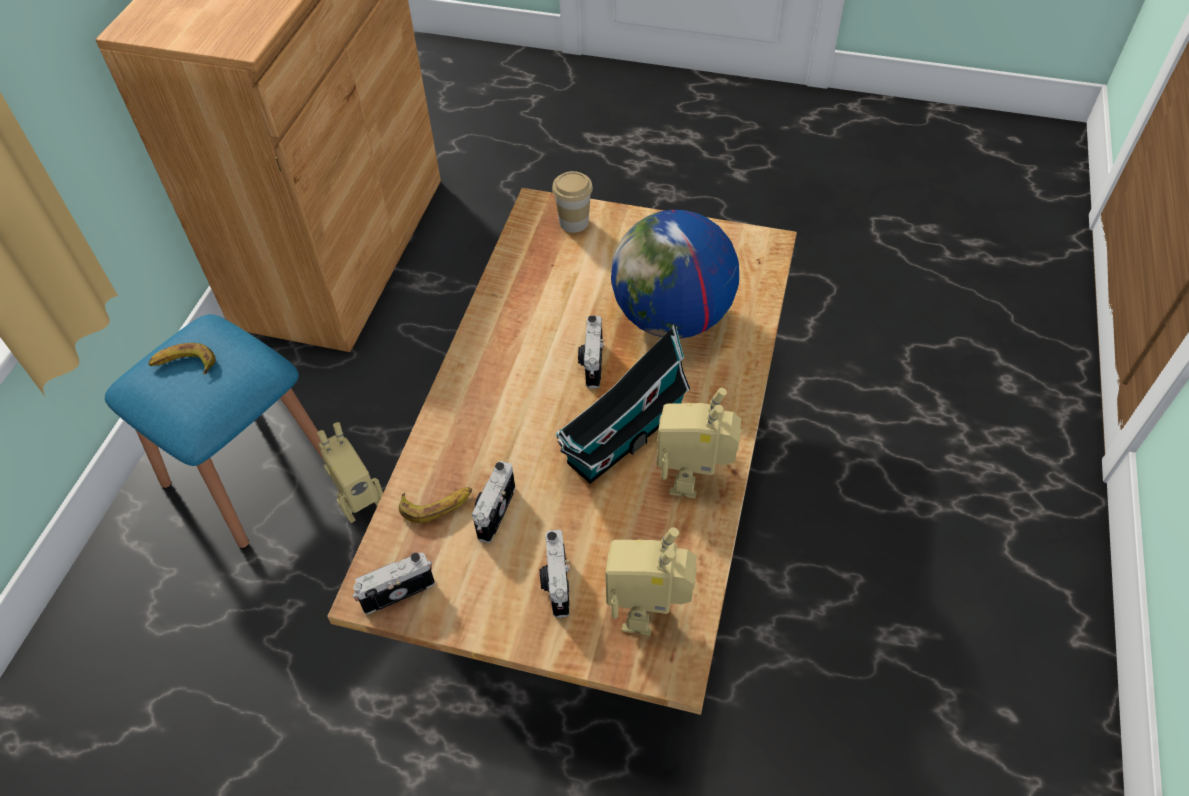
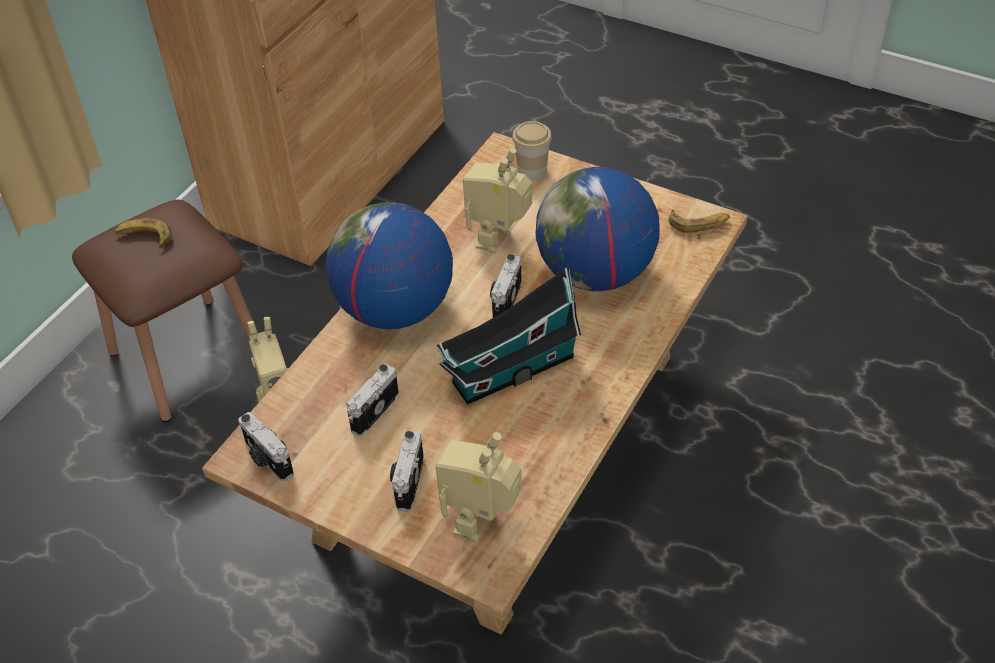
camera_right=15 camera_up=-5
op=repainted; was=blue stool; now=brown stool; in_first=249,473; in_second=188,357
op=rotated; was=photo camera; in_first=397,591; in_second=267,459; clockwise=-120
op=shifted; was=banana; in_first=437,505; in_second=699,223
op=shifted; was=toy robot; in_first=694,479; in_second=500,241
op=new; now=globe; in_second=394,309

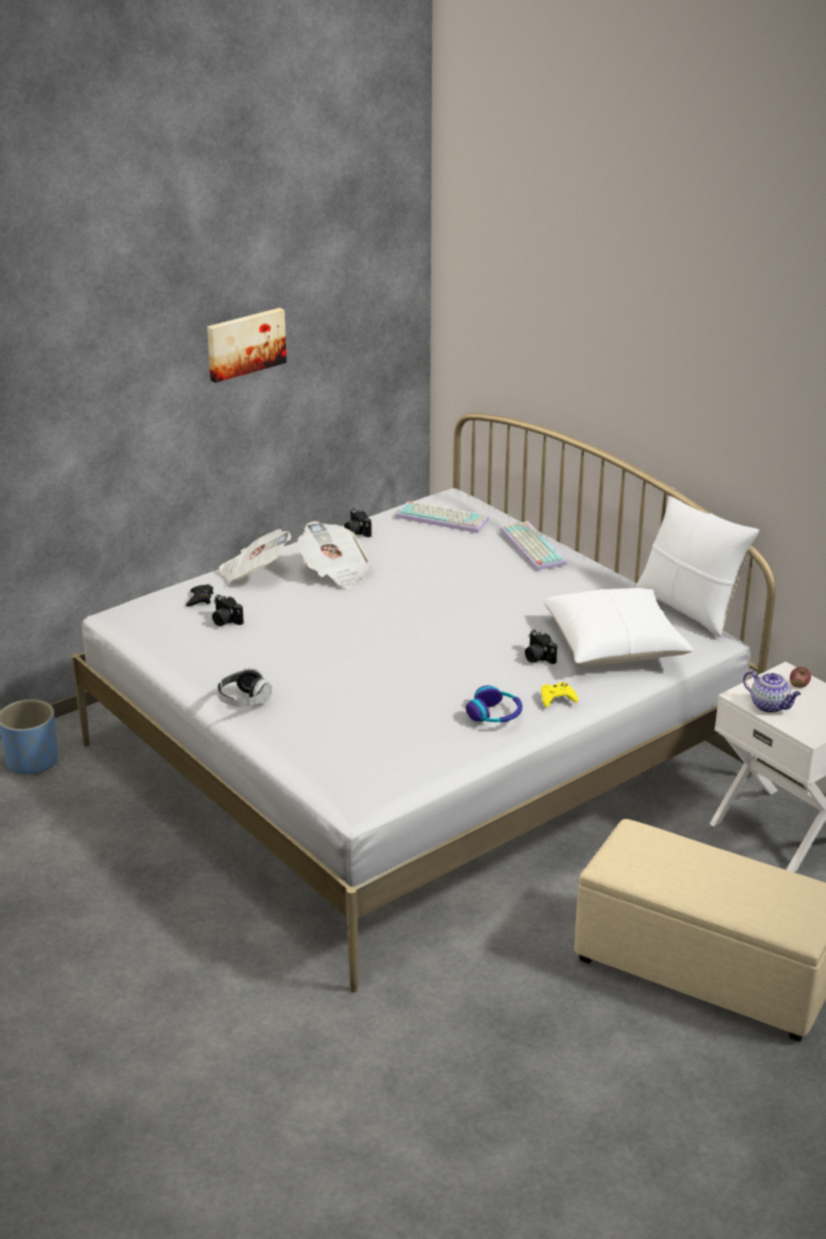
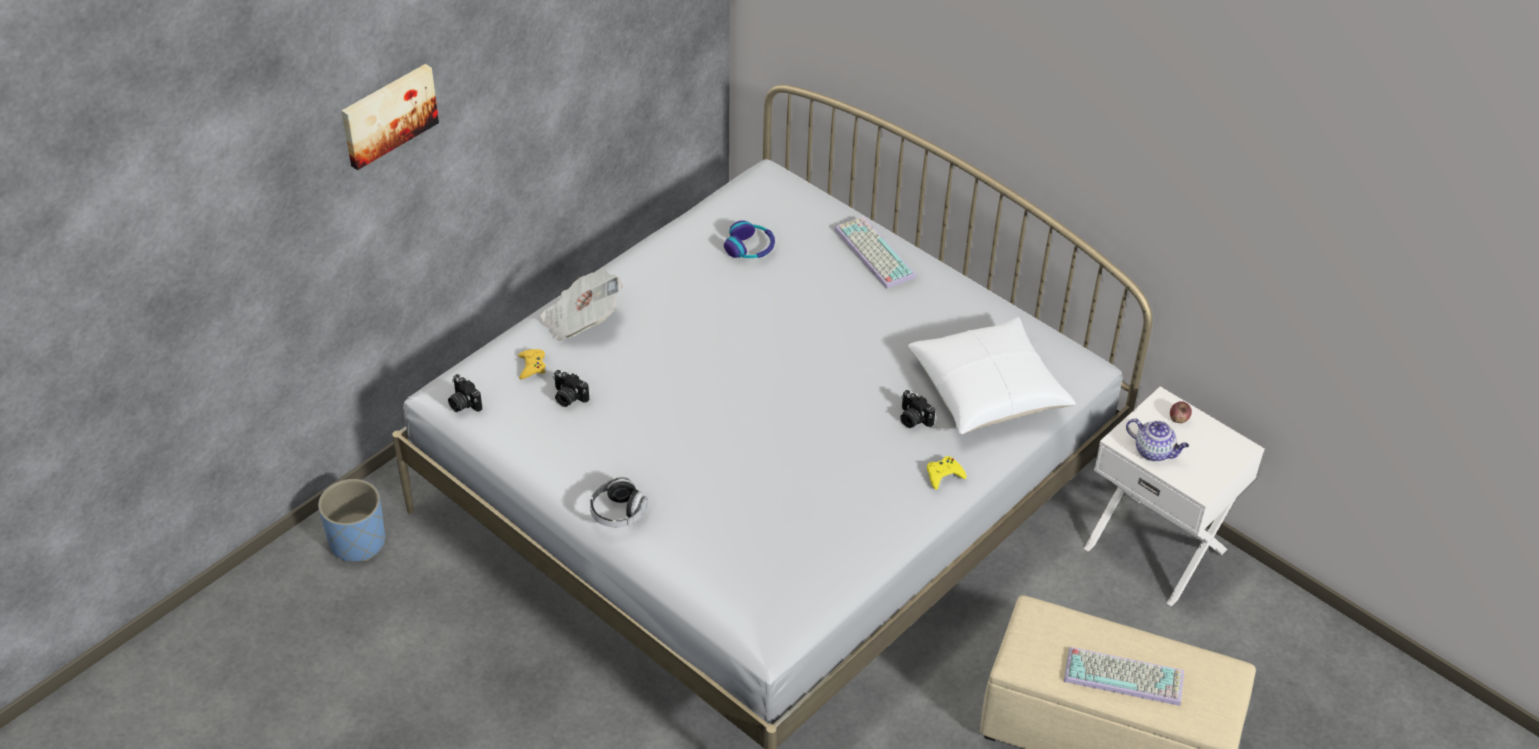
camera_right=-10 camera_up=15
op=repainted; was=black game controller; now=yellow game controller; in_first=200,599; in_second=532,366
op=shifted; was=picture; in_first=245,343; in_second=388,114
op=gone; was=newspaper; in_first=335,572
op=shifted; was=photo camera; in_first=356,532; in_second=463,403
op=shifted; was=keyboard; in_first=443,518; in_second=1125,675
op=shifted; was=headphones; in_first=495,714; in_second=750,248
op=gone; was=white pillow; in_first=689,608

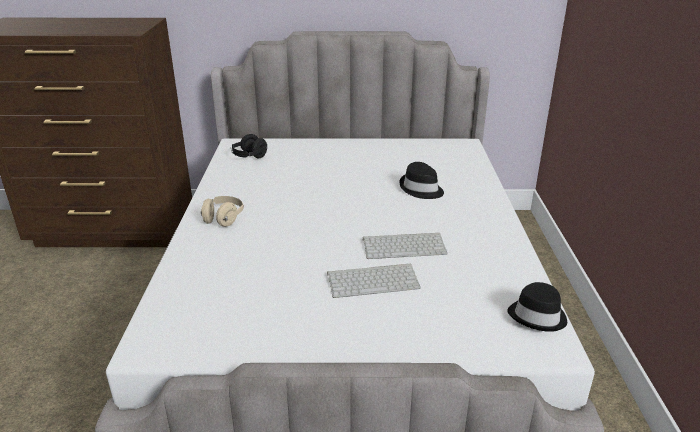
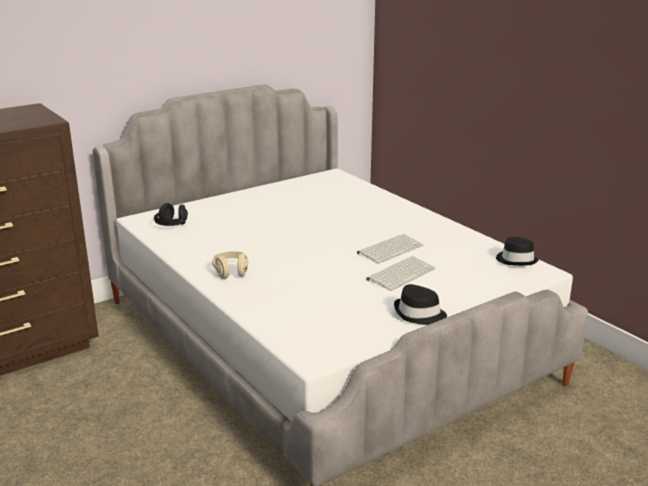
camera_right=-35 camera_up=-5
op=shifted; was=black hat; in_first=421,189; in_second=419,314

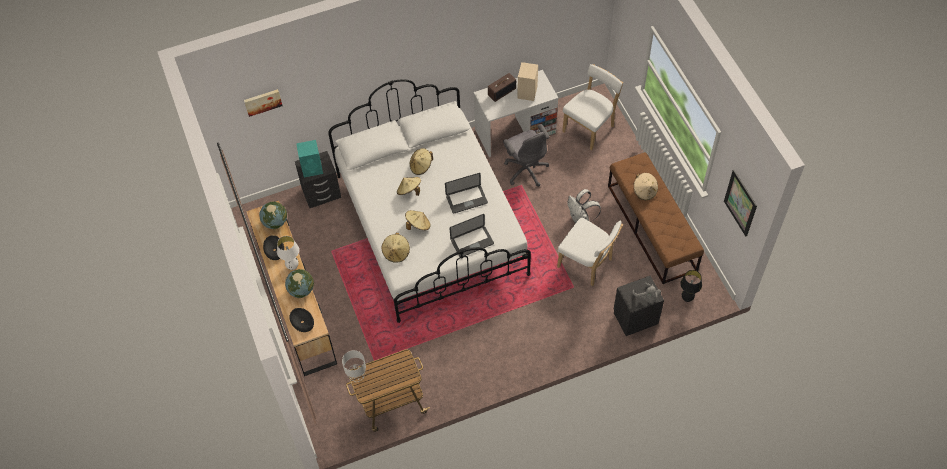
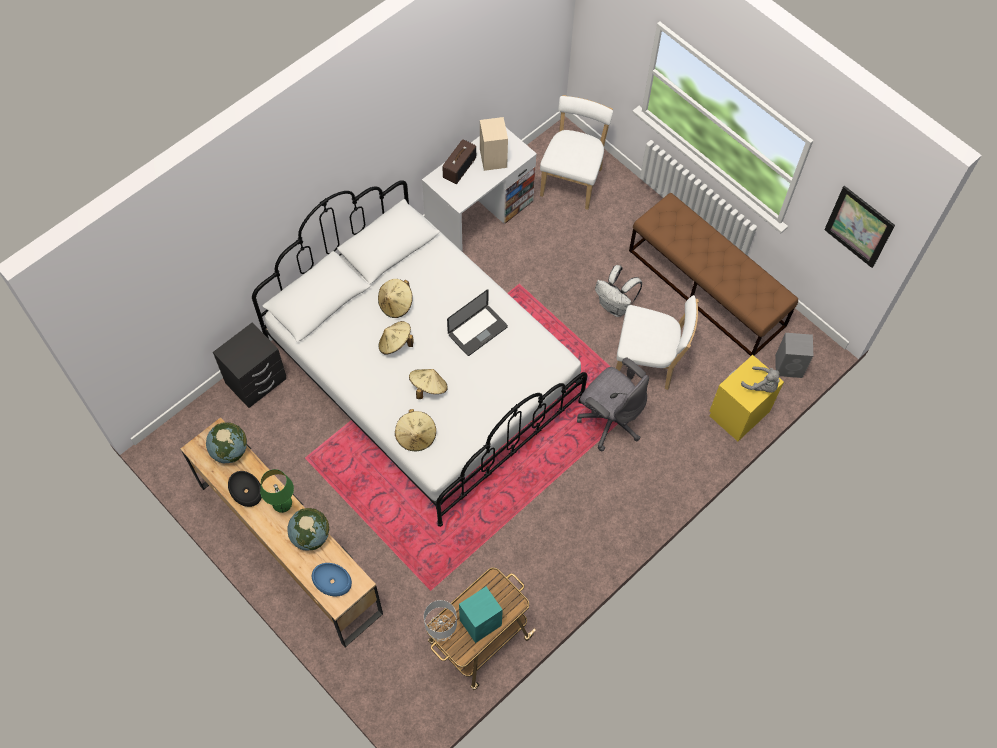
camera_right=-25 camera_up=5
op=gone; was=picture; in_first=262,101
op=repainted; was=white table lamp; now=green table lamp; in_first=292,267; in_second=283,506
op=repainted; was=black bowl; now=blue bowl; in_first=302,322; in_second=332,581
op=shifted; was=turquoise speaker; in_first=312,168; in_second=481,622
op=gone; was=laptop; in_first=472,242
op=shifted; was=grey office chair; in_first=526,169; in_second=610,421
op=repainted; was=black nightstand; now=yellow nightstand; in_first=635,318; in_second=739,413
op=gone; was=beige hat; in_first=644,191
op=swapped; was=black table lamp; now=grey speaker; in_first=687,298; in_second=789,366

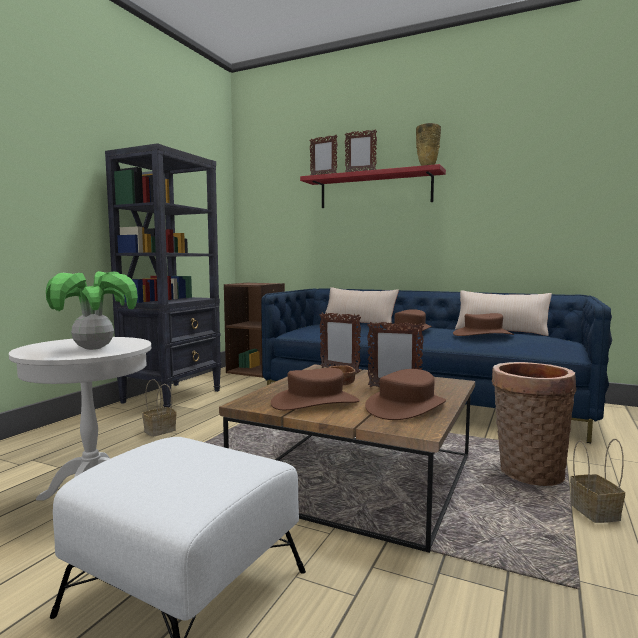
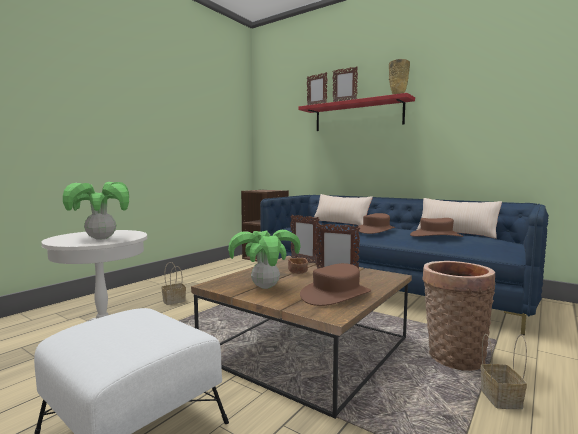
camera_right=10 camera_up=0
op=gone; was=black bookcase; in_first=173,396
op=swapped; was=brown hat; now=potted plant; in_first=315,402; in_second=265,287

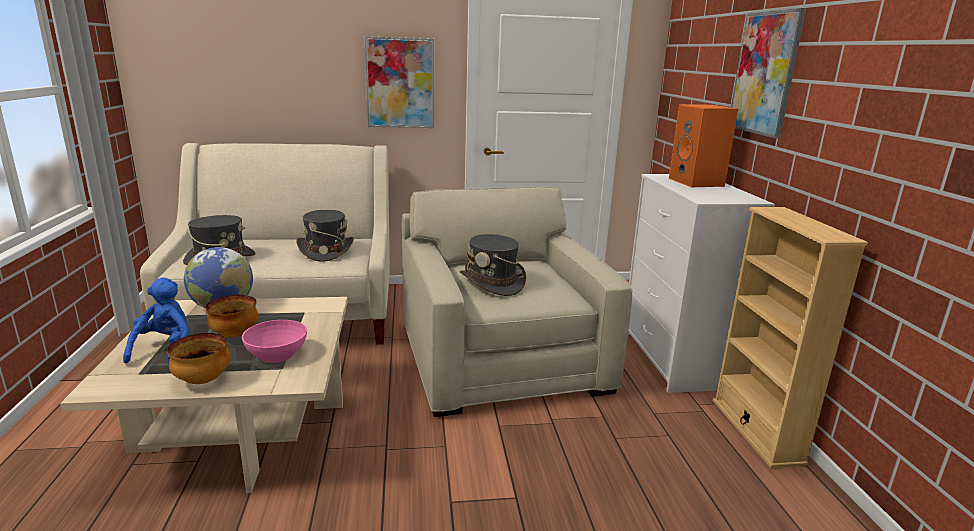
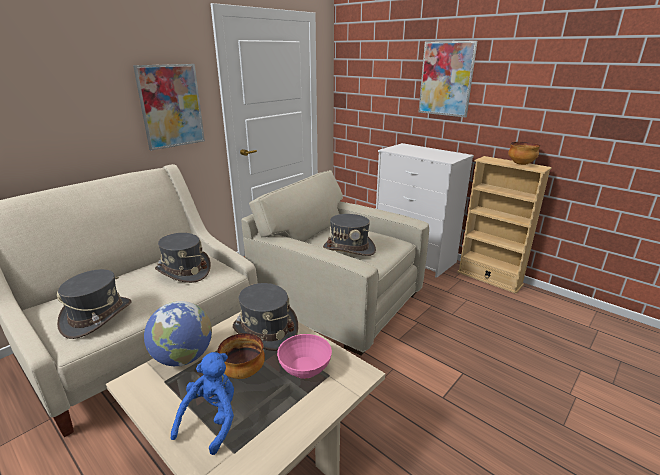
camera_right=-40 camera_up=5
op=rotated; was=blue plush toy; in_first=165,349; in_second=212,419; clockwise=60
op=shifted; was=bowl; in_first=202,380; in_second=521,164
op=gone; was=orange speaker; in_first=697,182
op=new; now=grey hat; in_second=265,330

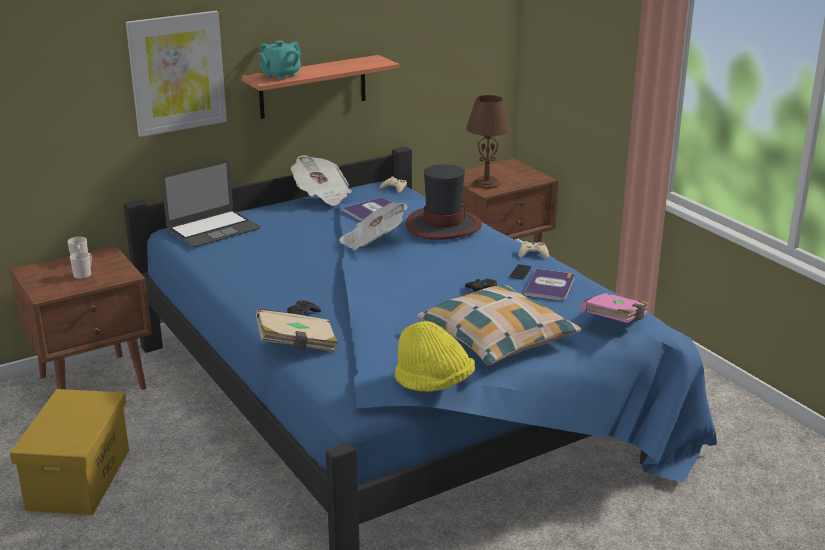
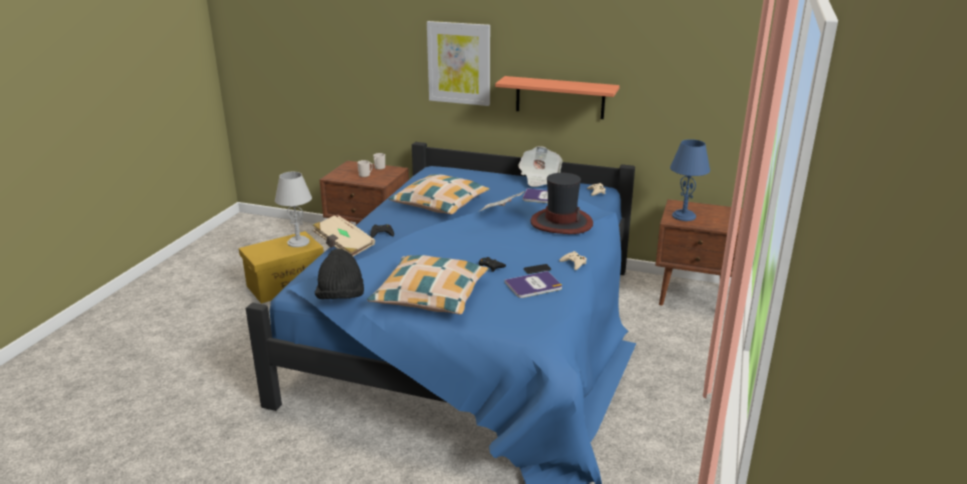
camera_right=50 camera_up=0
op=gone; was=laptop; in_first=213,229
op=gone; was=turquoise teapot; in_first=280,75
op=repainted; was=yellow hat; now=black hat; in_first=433,384; in_second=341,298
op=repainted; was=brown table lamp; now=blue table lamp; in_first=486,183; in_second=683,216
op=gone; was=pink book; in_first=616,322
op=new; now=grey table lamp; in_second=298,242
op=new; now=pillow; in_second=440,203

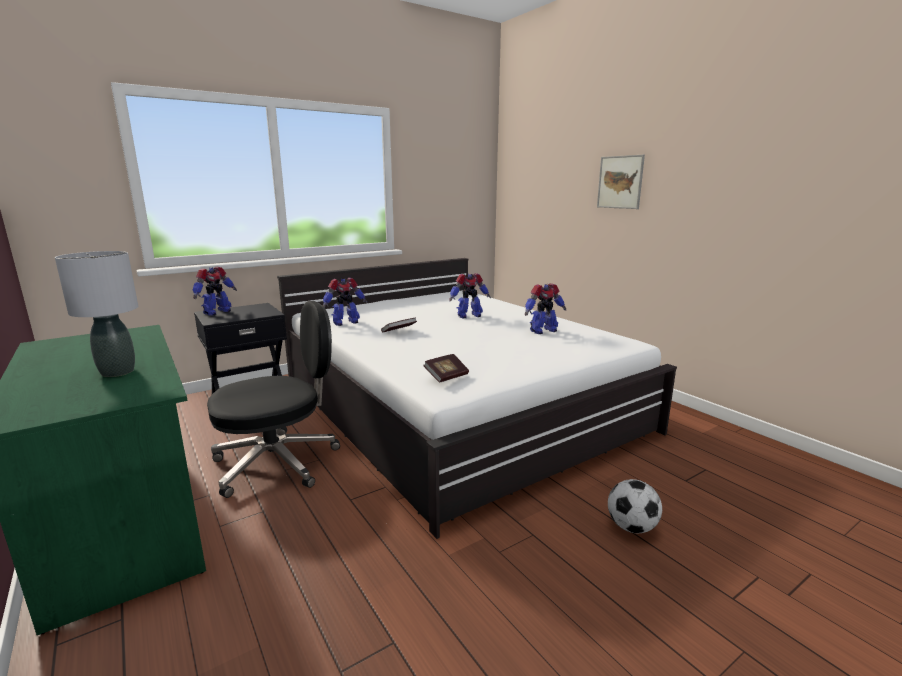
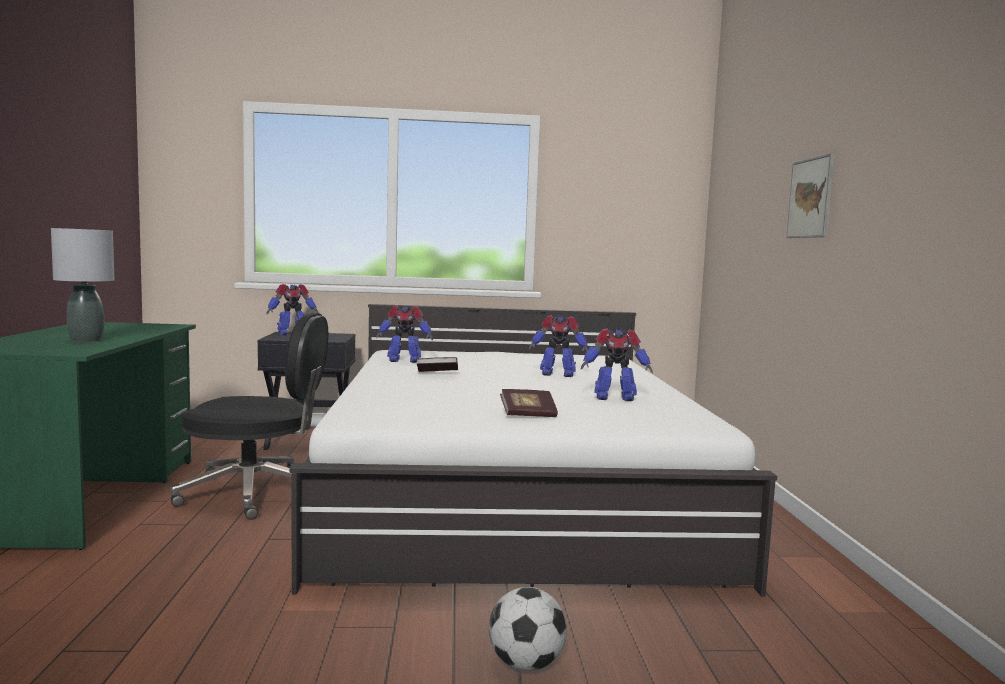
camera_right=30 camera_up=-10
op=shifted; was=book; in_first=446,376; in_second=528,415

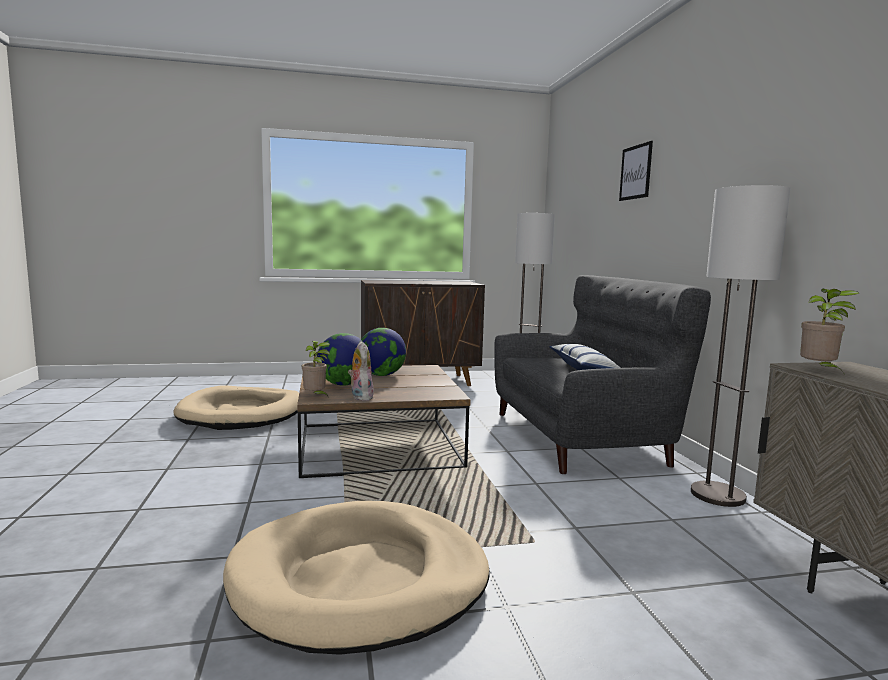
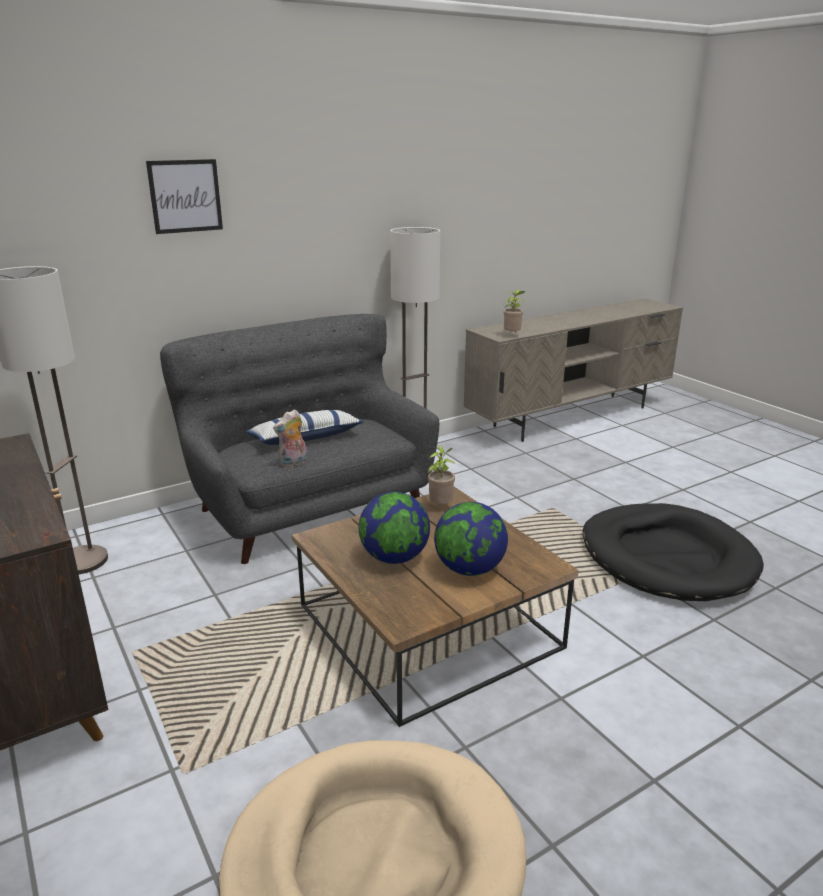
camera_right=-110 camera_up=15
op=repainted; was=beige dog bed; now=black dog bed; in_first=360,580; in_second=666,557
op=shifted; was=potted plant; in_first=316,397; in_second=441,506
op=shifted; was=plush toy; in_first=360,397; in_second=293,464

